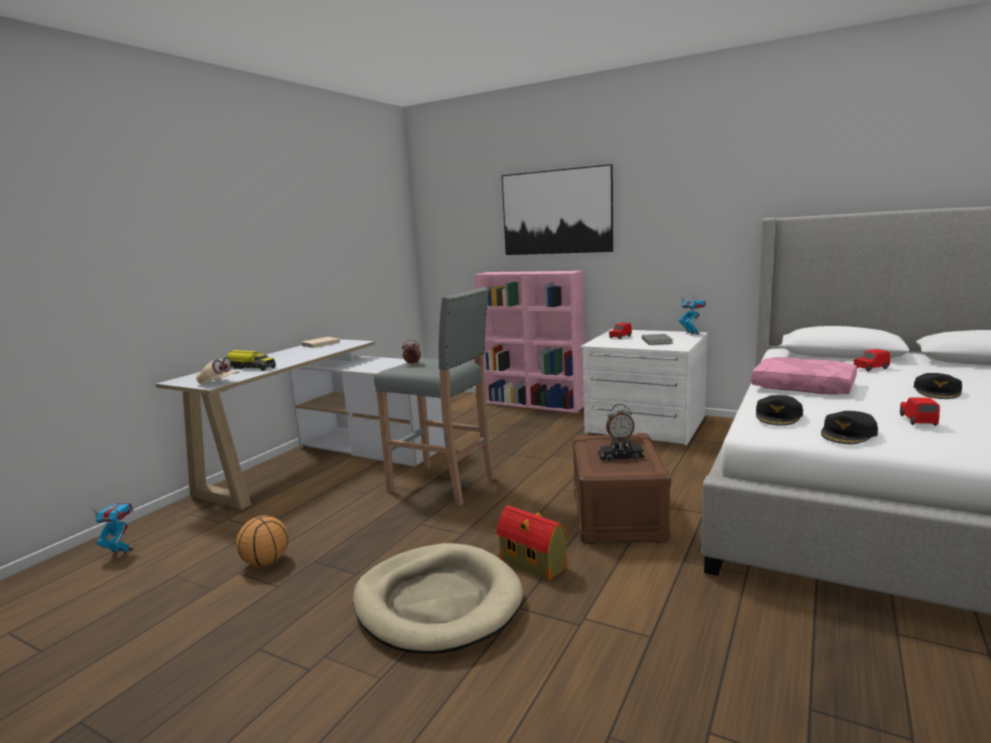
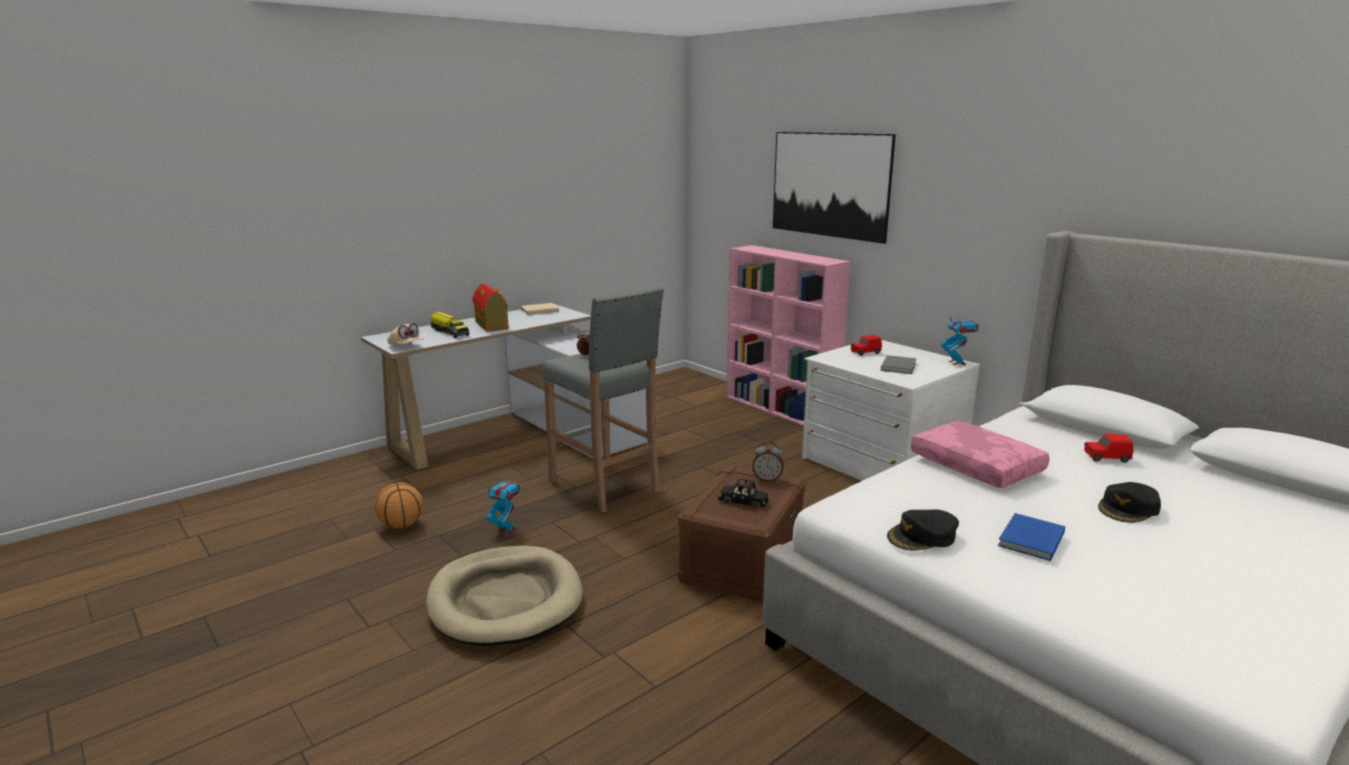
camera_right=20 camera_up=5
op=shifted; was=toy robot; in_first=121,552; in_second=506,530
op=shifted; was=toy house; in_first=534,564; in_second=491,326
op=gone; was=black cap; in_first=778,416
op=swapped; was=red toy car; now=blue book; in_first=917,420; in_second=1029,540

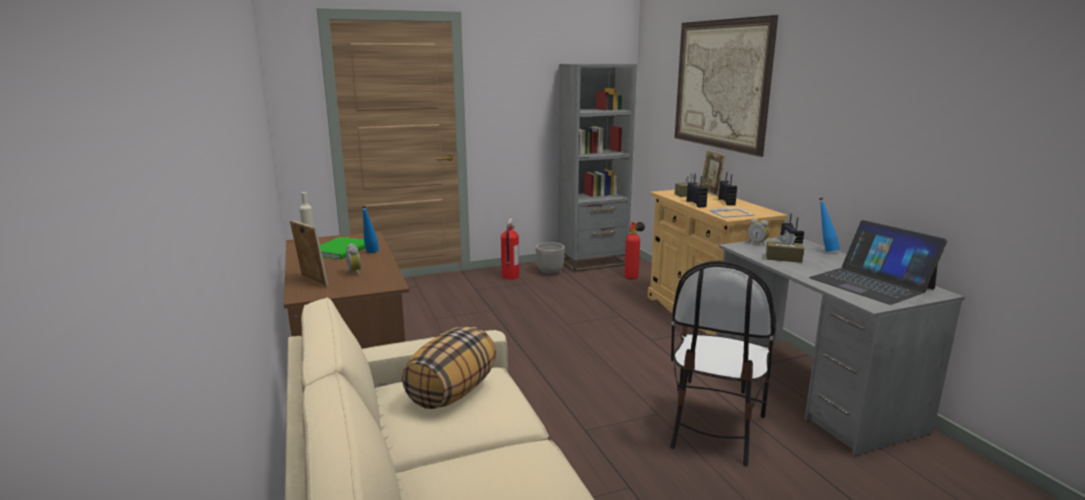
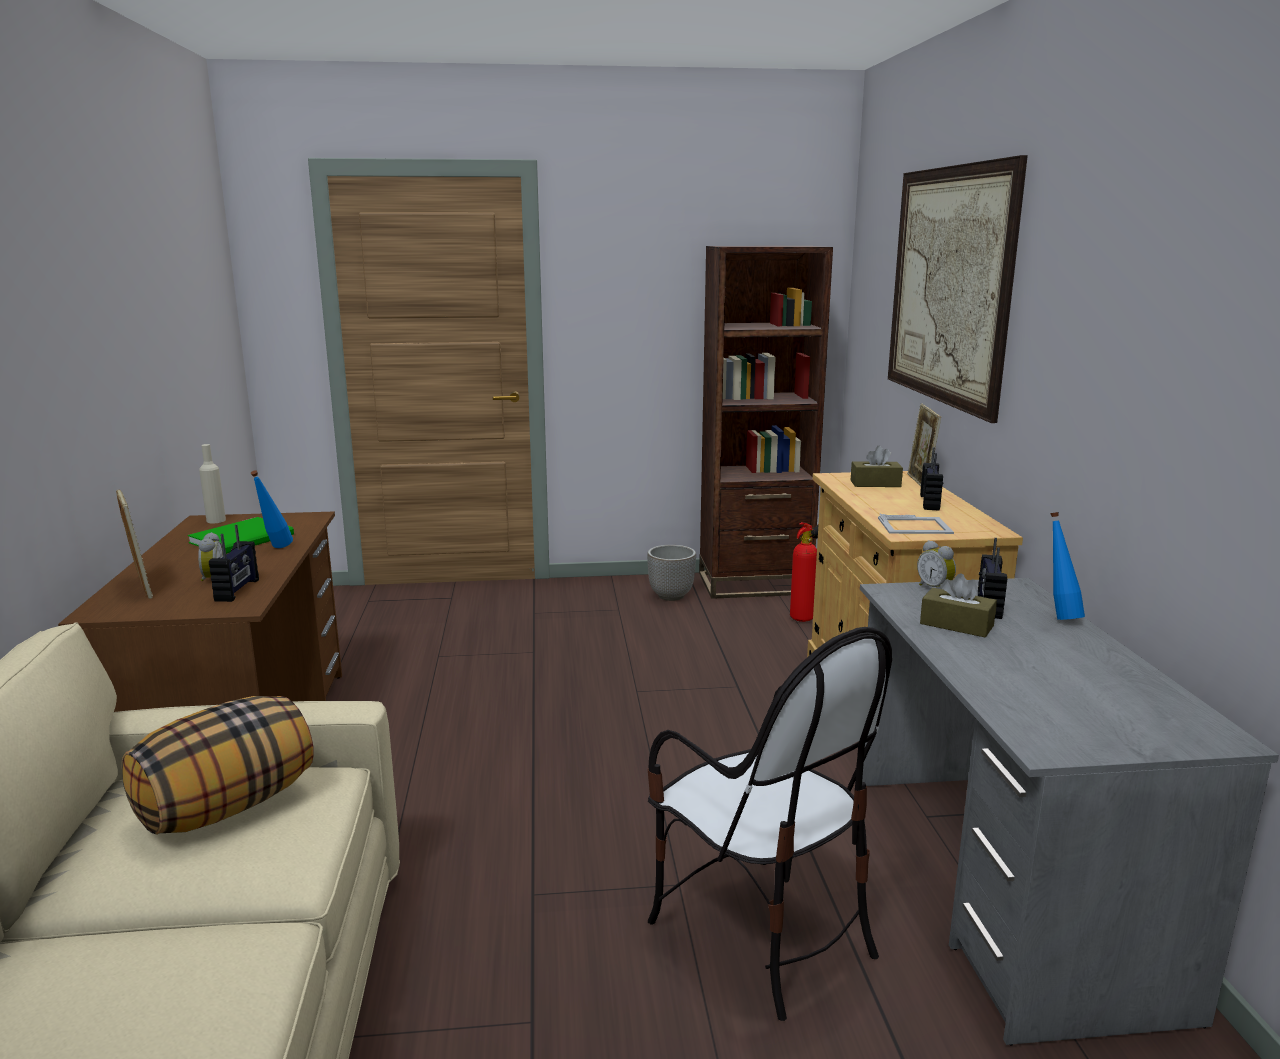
camera_right=15 camera_up=0
op=gone; was=fire extinguisher; in_first=510,277
op=repainted; was=grey bookcase; now=brown bookcase; in_first=592,262; in_second=754,584
op=rotated; was=chair; in_first=714,429; in_second=761,933; clockwise=-75
op=shifted; was=radio; in_first=696,204; in_second=238,590
op=gone; was=laptop; in_first=871,283

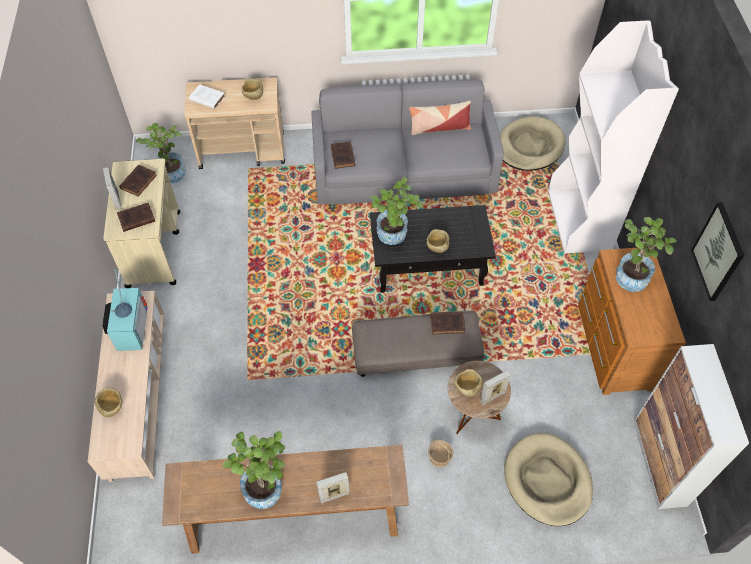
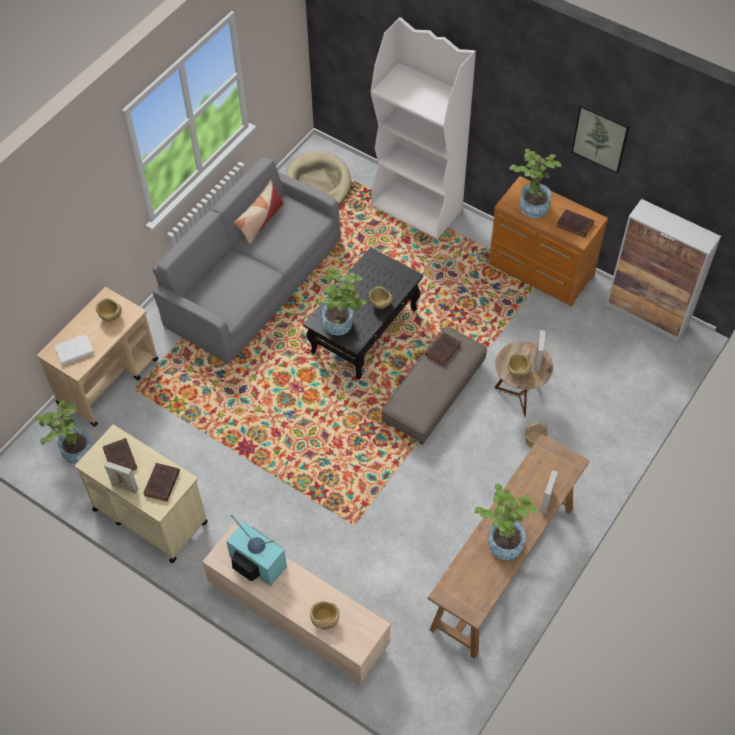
camera_right=-50 camera_up=0
op=shifted; was=brown book; in_first=343,157; in_second=576,225
op=gone; was=beige dog bed; in_first=547,480

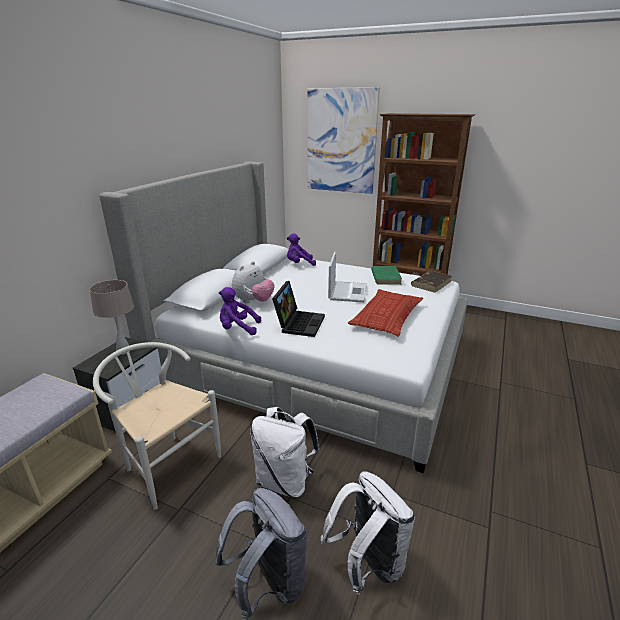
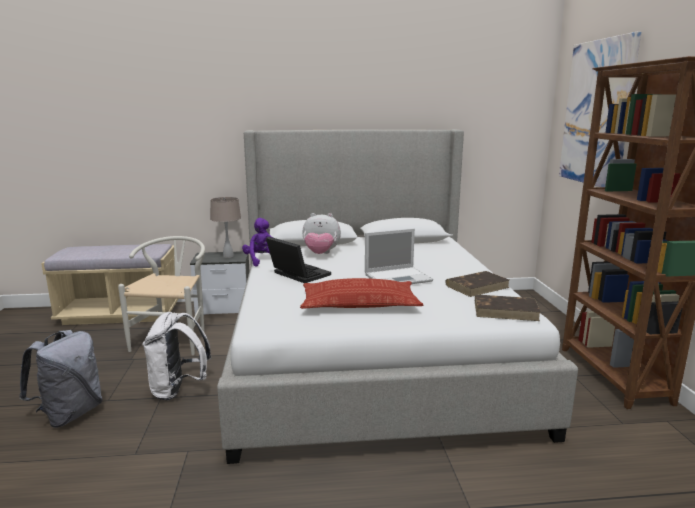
camera_right=60 camera_up=-10
op=rotated; was=laptop; in_first=299,323; in_second=297,274; clockwise=-120
op=gone; was=purple plush toy; in_first=299,264
op=gone; was=white backpack; in_first=368,564
op=repainted; was=green book; now=brown book; in_first=385,277; in_second=477,286

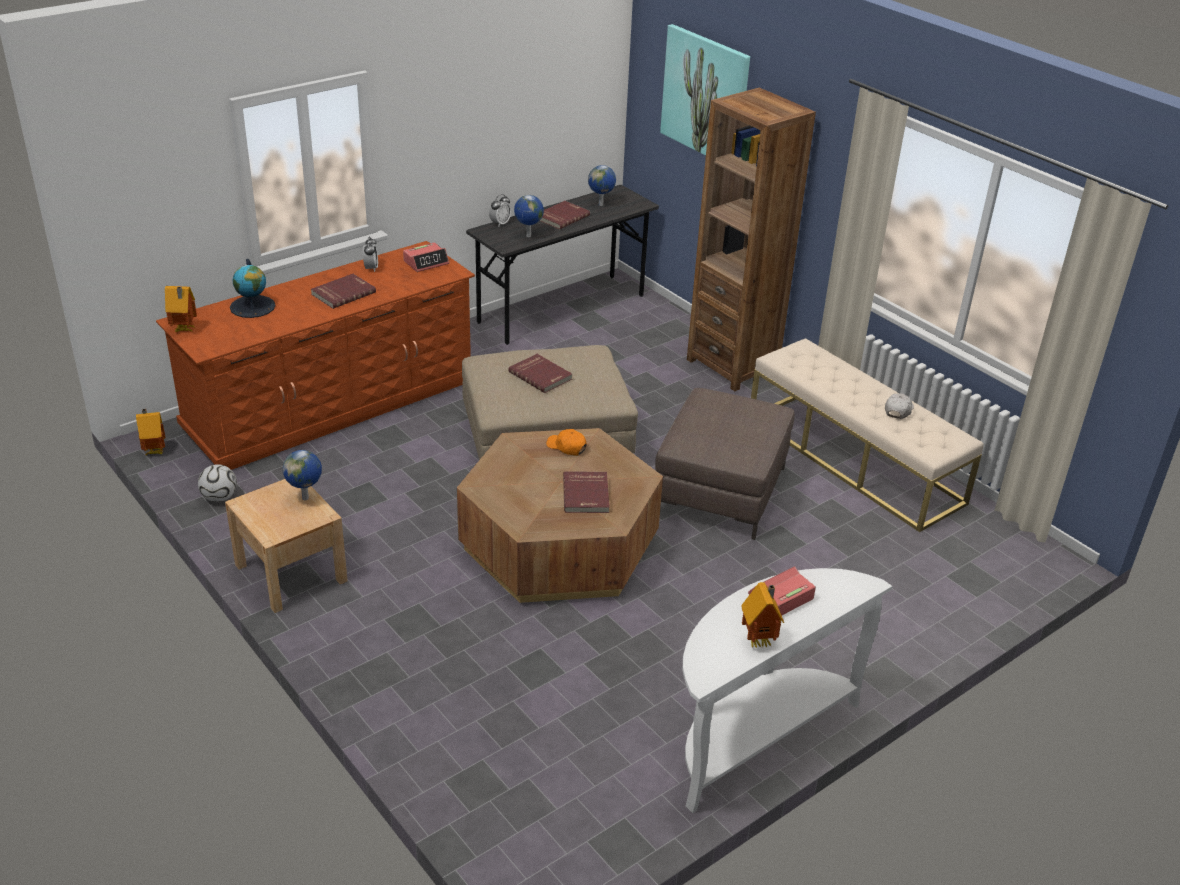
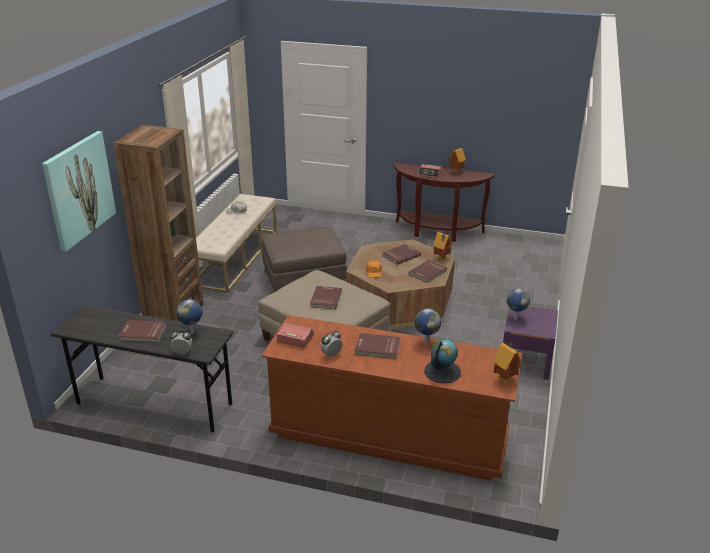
camera_right=-125 camera_up=-5
op=shifted; was=toy house; in_first=154,451; in_second=441,259
op=gone; was=football; in_first=219,497
op=repainted; was=beige nightstand; now=purple nightstand; in_first=291,573; in_second=525,360
op=shifted; was=globe; in_first=601,205; in_second=426,342
op=repainted; was=white console table; now=brown console table; in_first=755,735; in_second=437,232
op=new; now=red book; in_second=428,273

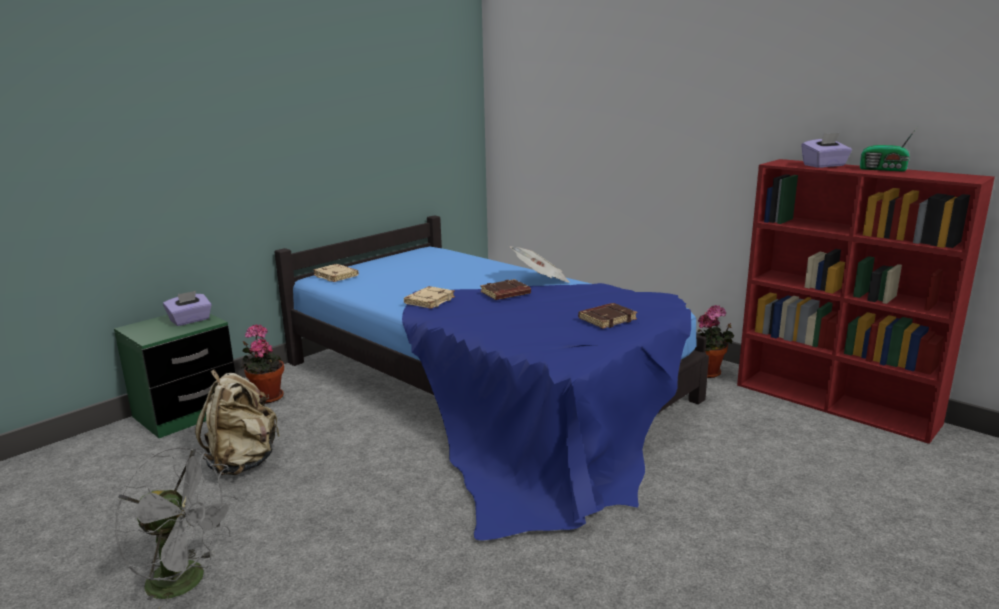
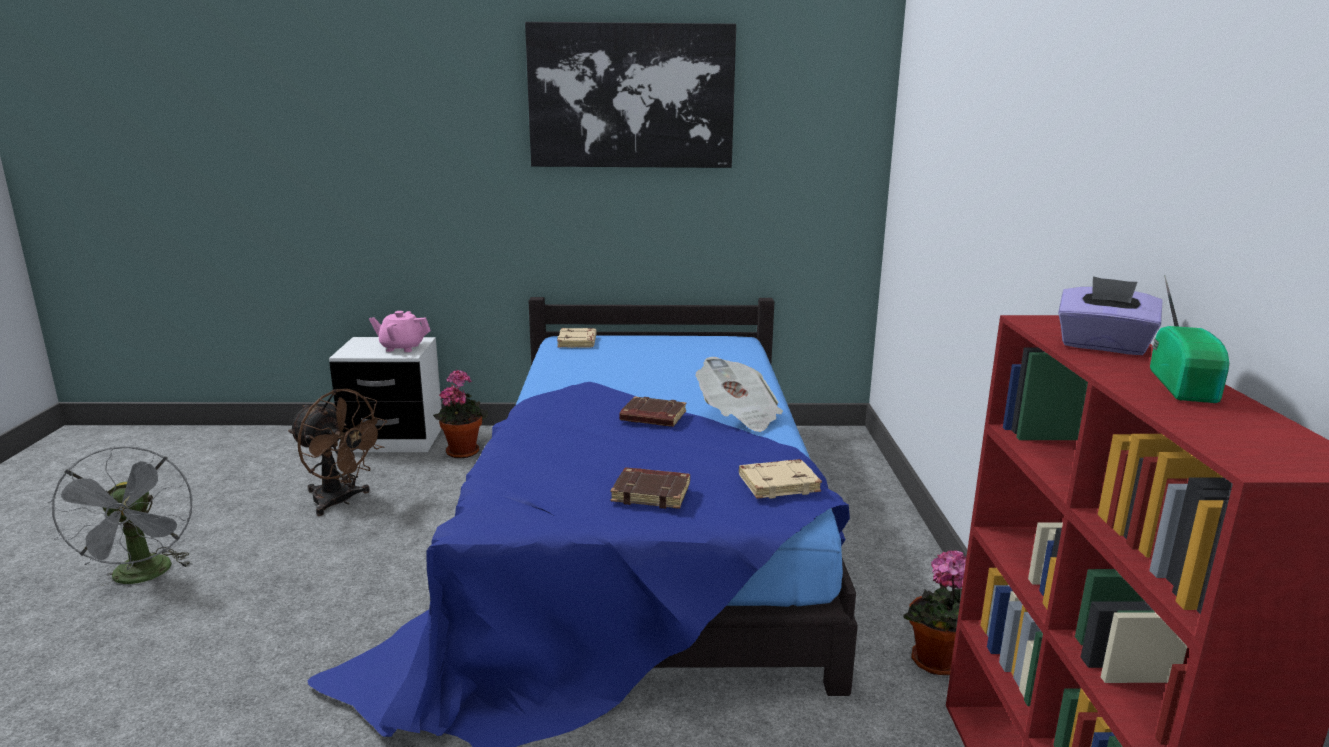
camera_right=45 camera_up=0
op=repainted; was=green nightstand; now=white nightstand; in_first=186,413; in_second=394,439
op=swapped; was=purple tissue box; now=pink teapot; in_first=190,320; in_second=402,347
op=swapped; was=beige backpack; now=brown fan; in_first=243,462; in_second=340,501
op=shifted; was=beige book; in_first=429,301; in_second=779,484
op=rotated; was=radio; in_first=884,169; in_second=1184,385; clockwise=-150
op=new; now=picture; in_second=631,96

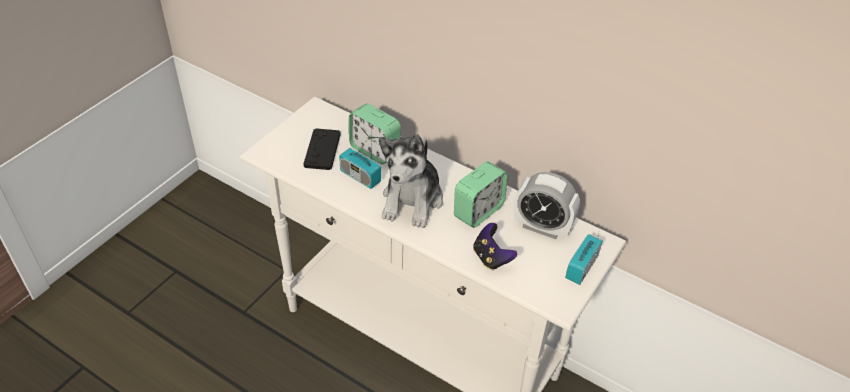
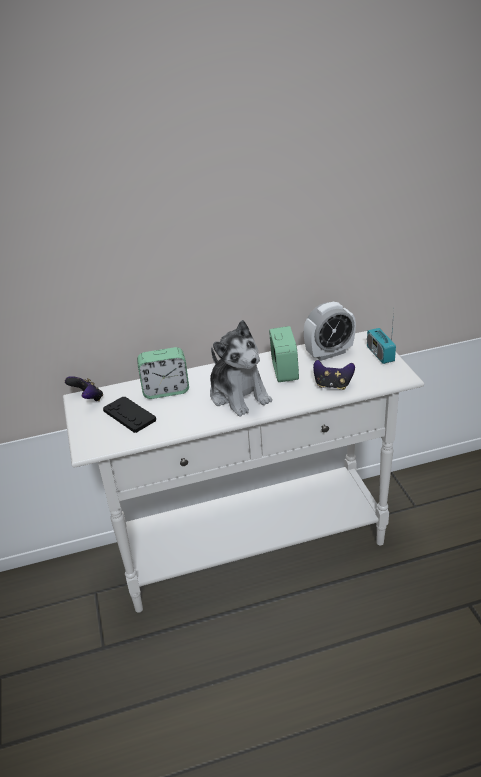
camera_right=-45 camera_up=-10
op=gone; was=radio; in_first=360,177
op=new; now=game controller; in_second=88,399

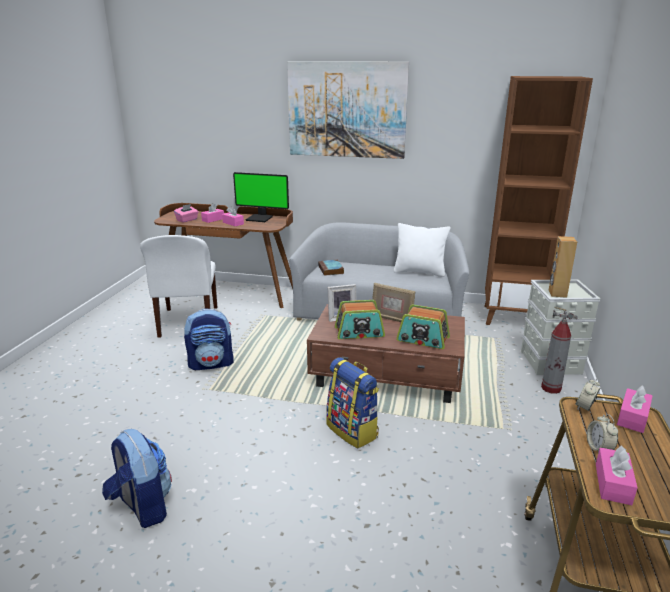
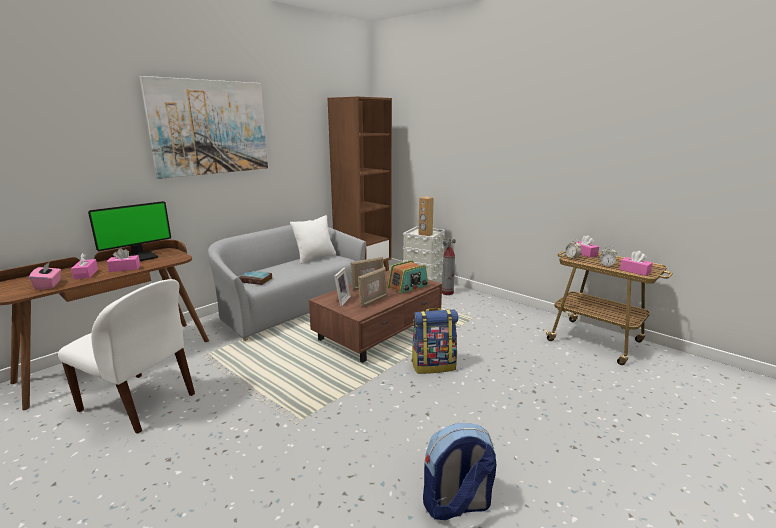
camera_right=-60 camera_up=-5
op=gone; was=backpack; in_first=211,364
op=swapped; was=radio; now=picture frame; in_first=359,332; in_second=373,301

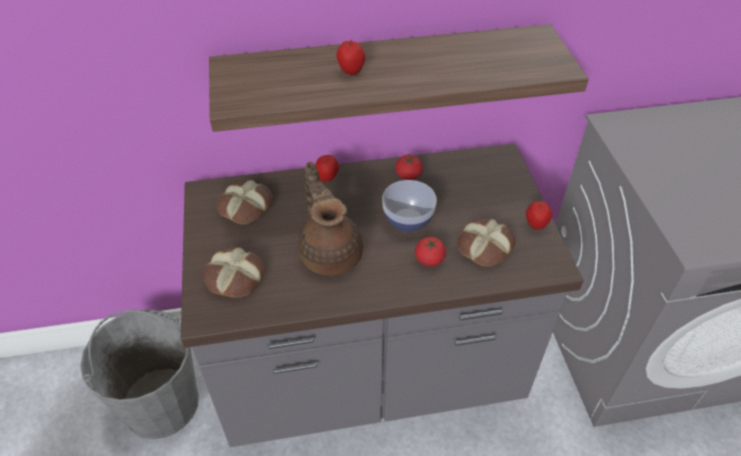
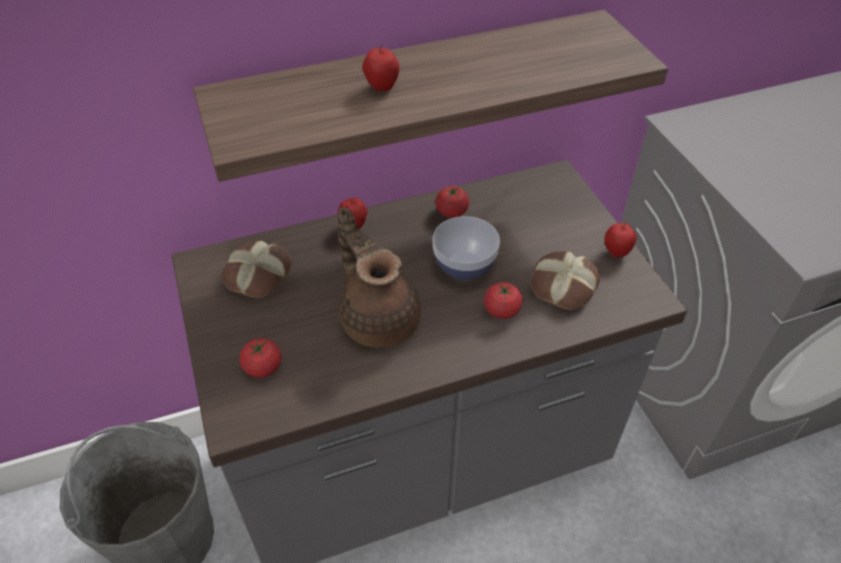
camera_right=-10 camera_up=0
op=swapped; was=bread; now=tomato; in_first=234,278; in_second=263,367

